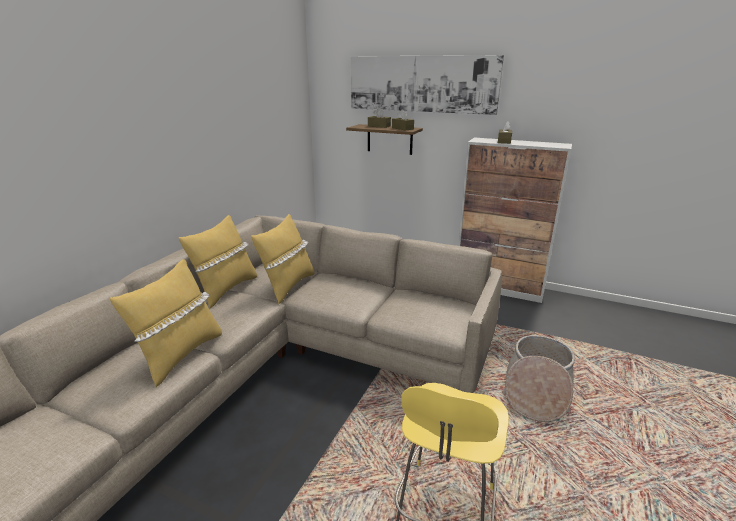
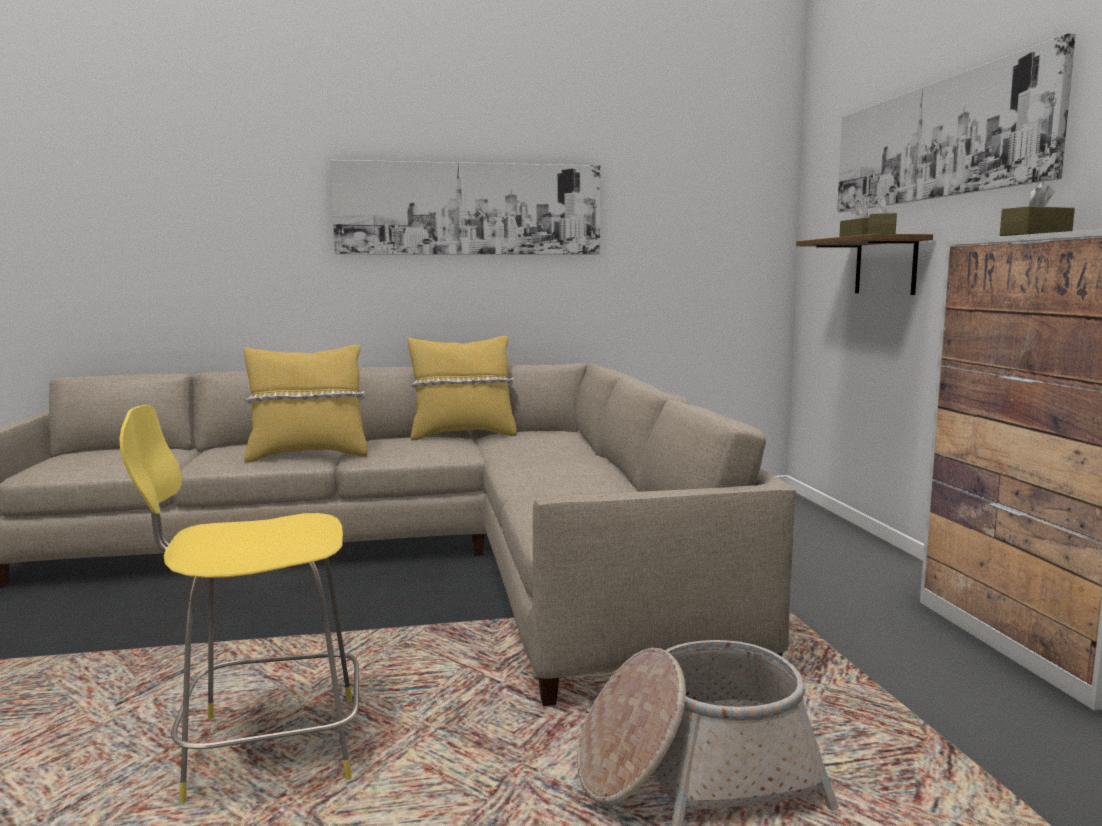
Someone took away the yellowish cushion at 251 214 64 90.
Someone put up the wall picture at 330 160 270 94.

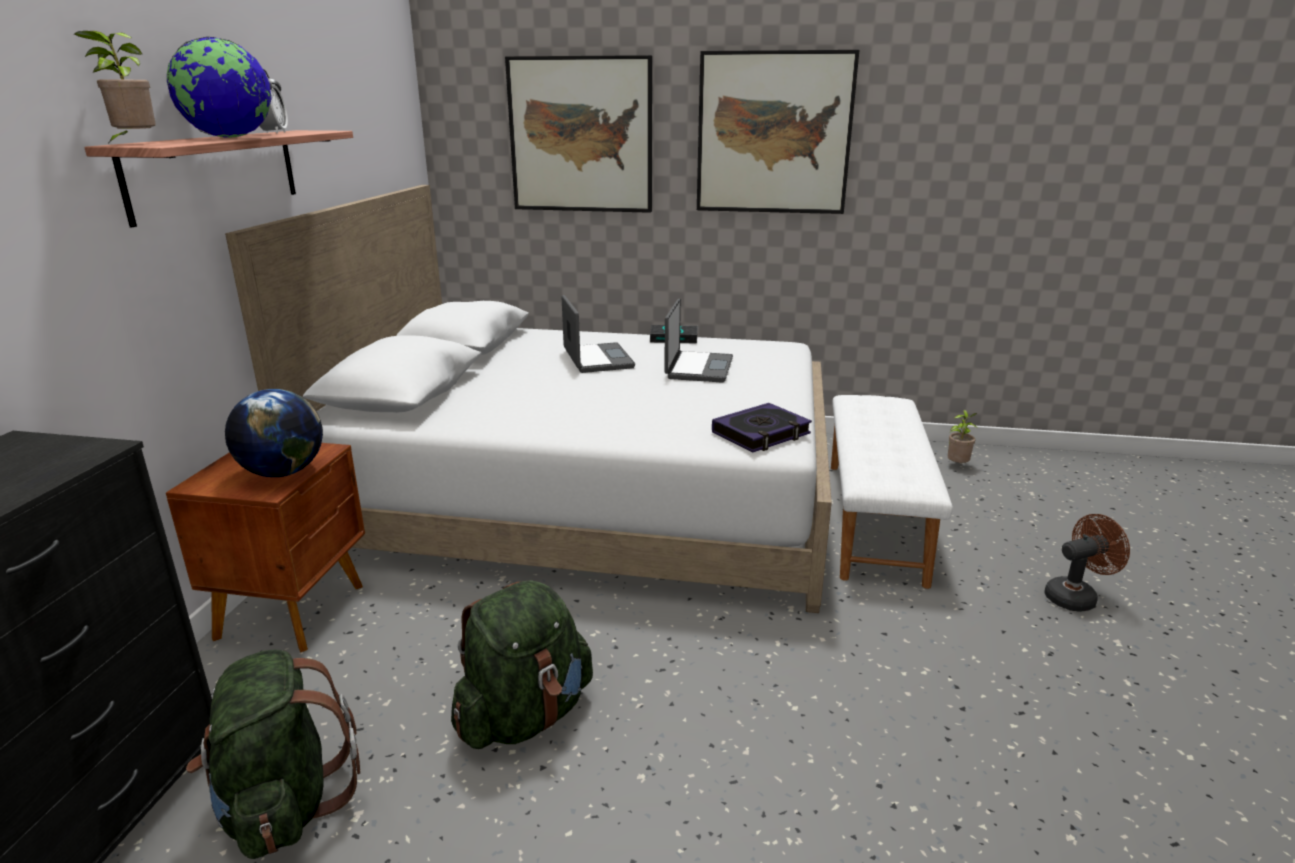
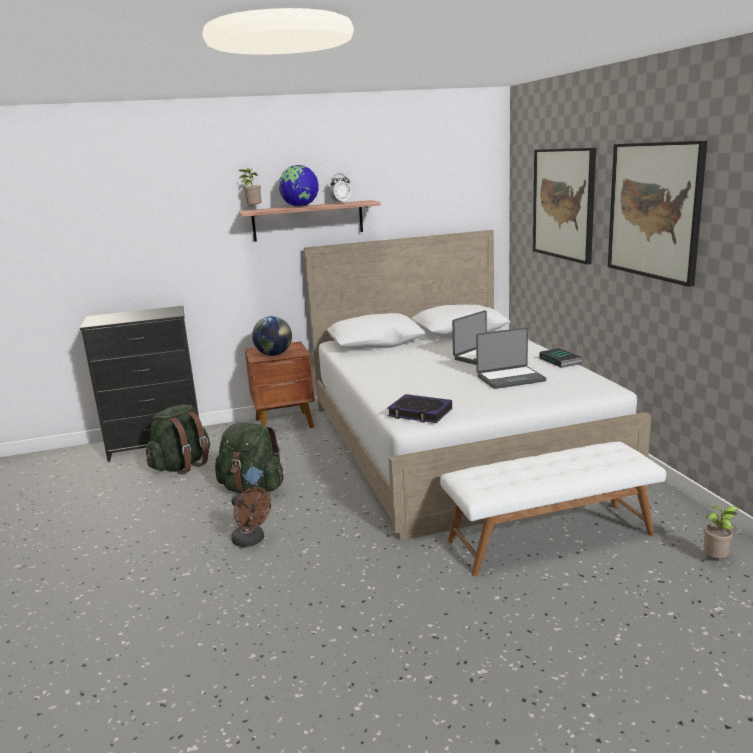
Someone carried the brown-coloured fan from 1044 514 86 98 to 231 487 40 60.

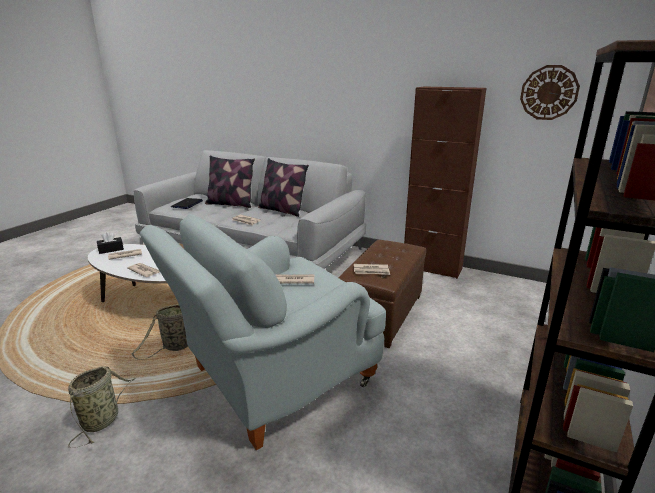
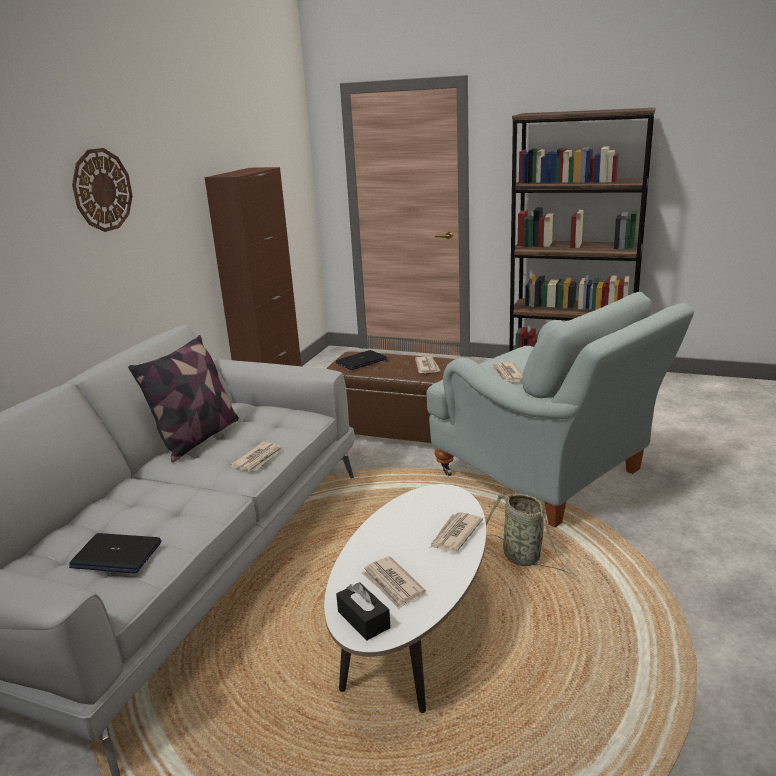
Someone took away the basket at 68 366 68 82.
Someone took away the cushion at 205 155 50 53.
Someone carried the clock on the wall from 520 65 60 55 to 72 148 61 84.
Someone put down the notebook computer at 336 350 51 20.

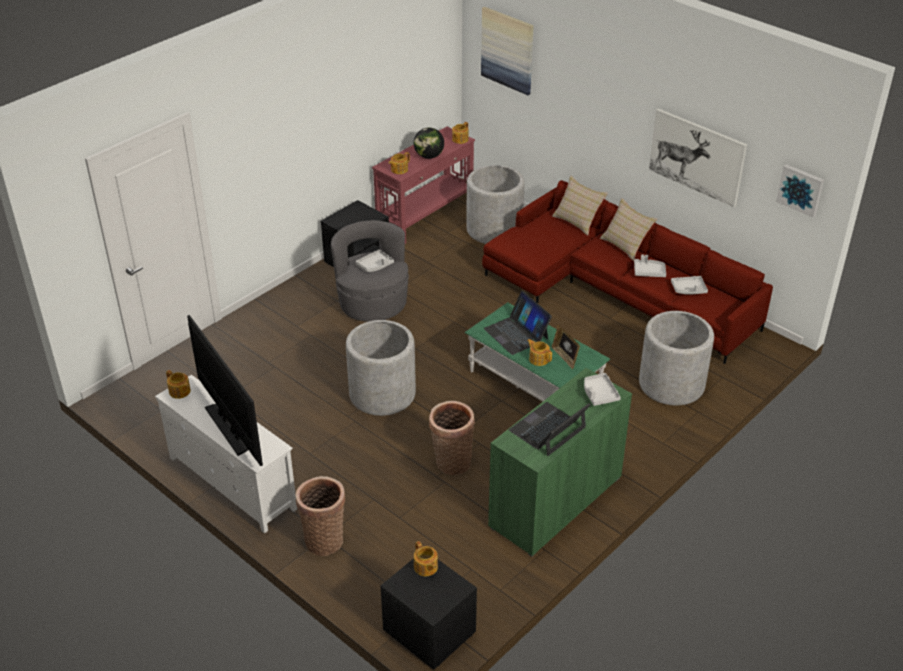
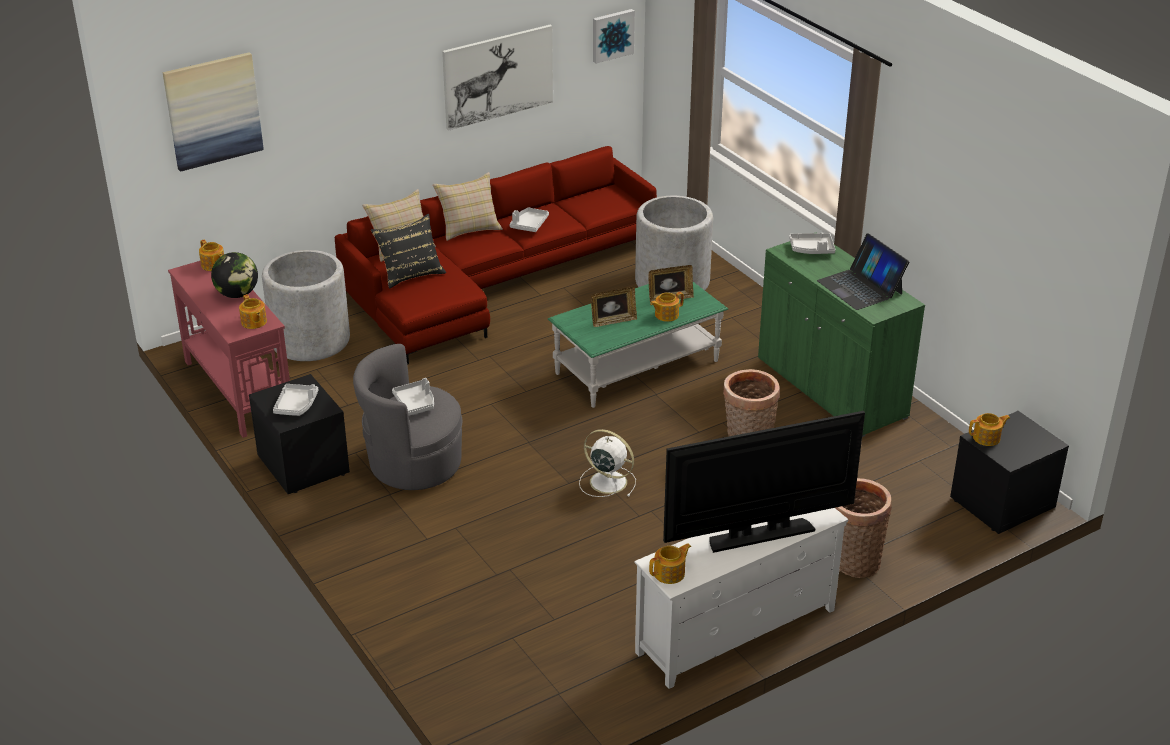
Someone swapped the greyish flower pot at 346 320 70 96 for the white-coloured fan at 579 429 57 68.
Someone swapped the notebook computer at 484 291 68 64 for the standing frame at 591 287 46 40.
Someone carried the greyish carrying tray from 671 276 37 19 to 273 384 46 32.
Someone put down the black-coloured cushion at 371 214 75 75.

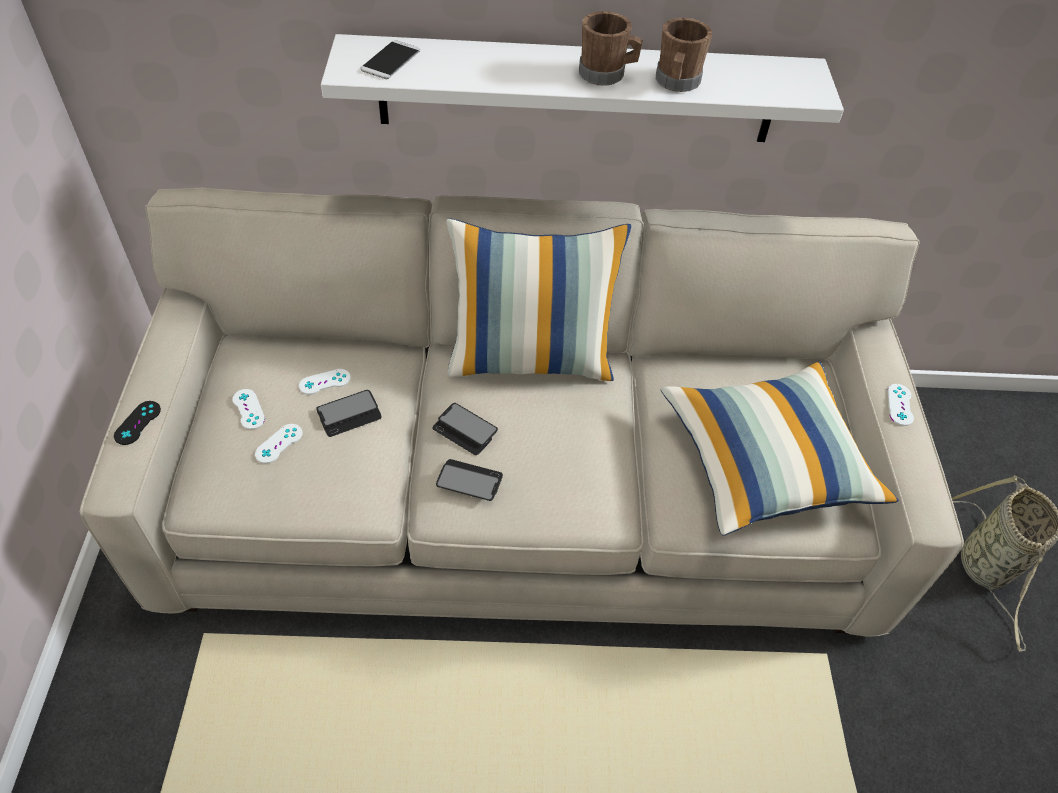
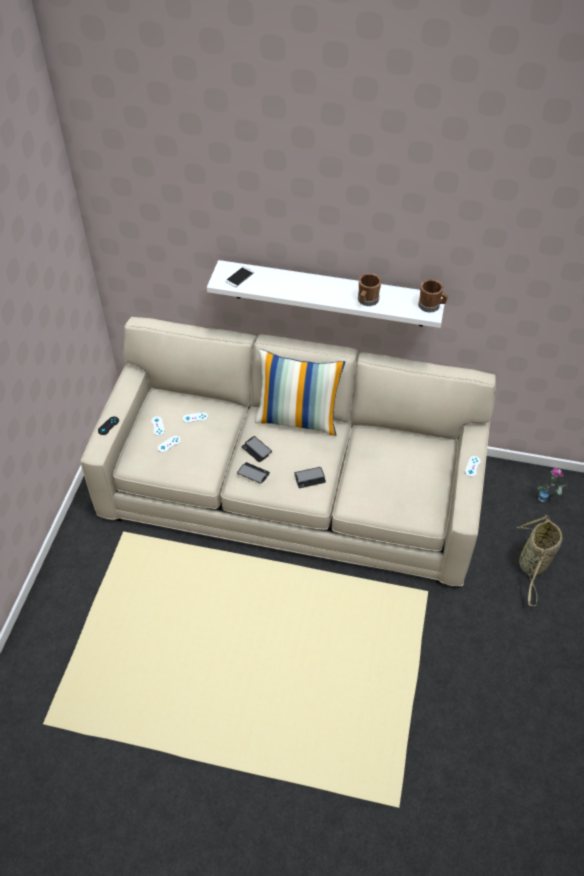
Someone carried the phone from 316 390 66 47 to 294 467 32 21.
Someone carried the brown-coloured coffee mug from 579 11 64 75 to 418 279 30 34.
Someone took away the cushion at 660 362 239 173.
Someone put down the decorative vase at 537 467 30 35.

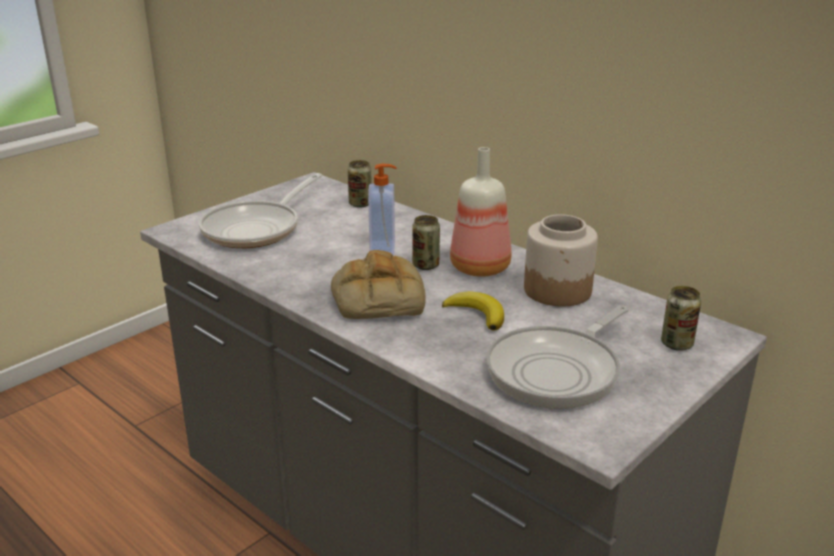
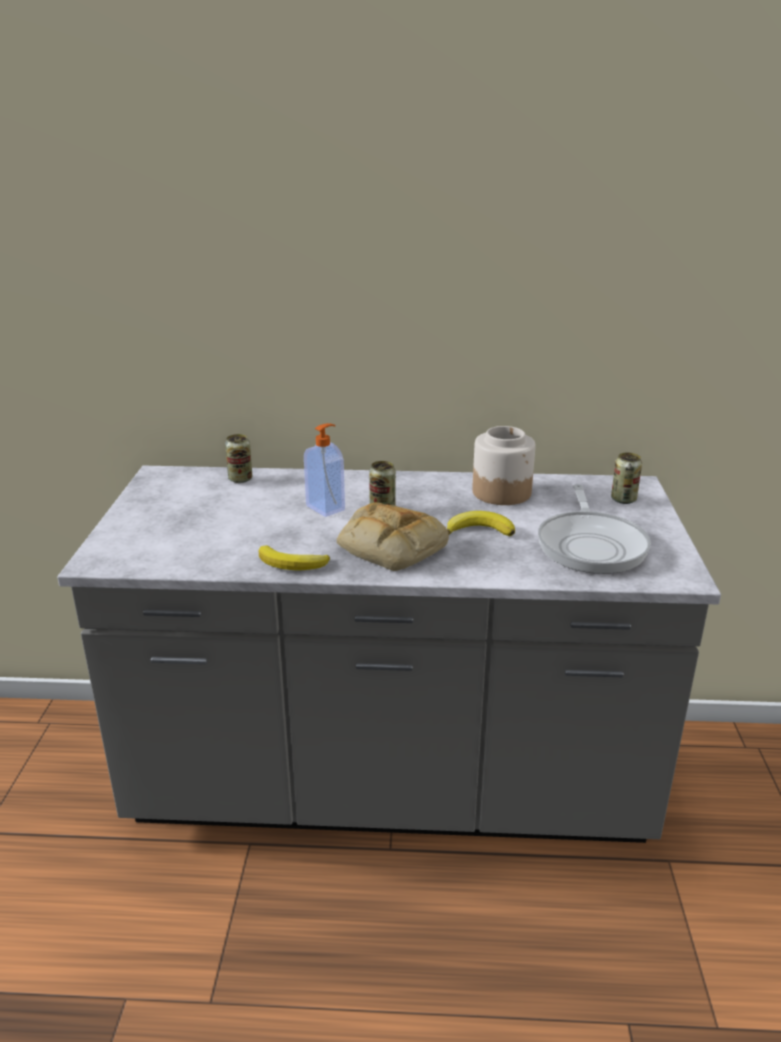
Someone took away the frying pan at 199 173 124 75.
Someone took away the bottle at 450 147 61 130.
Someone put down the banana fruit at 259 545 71 25.

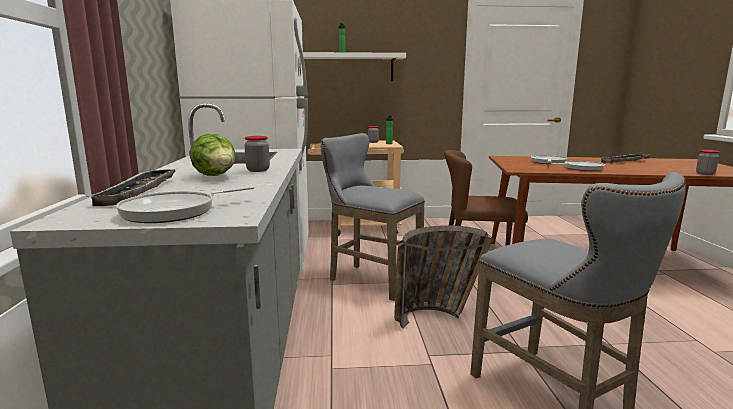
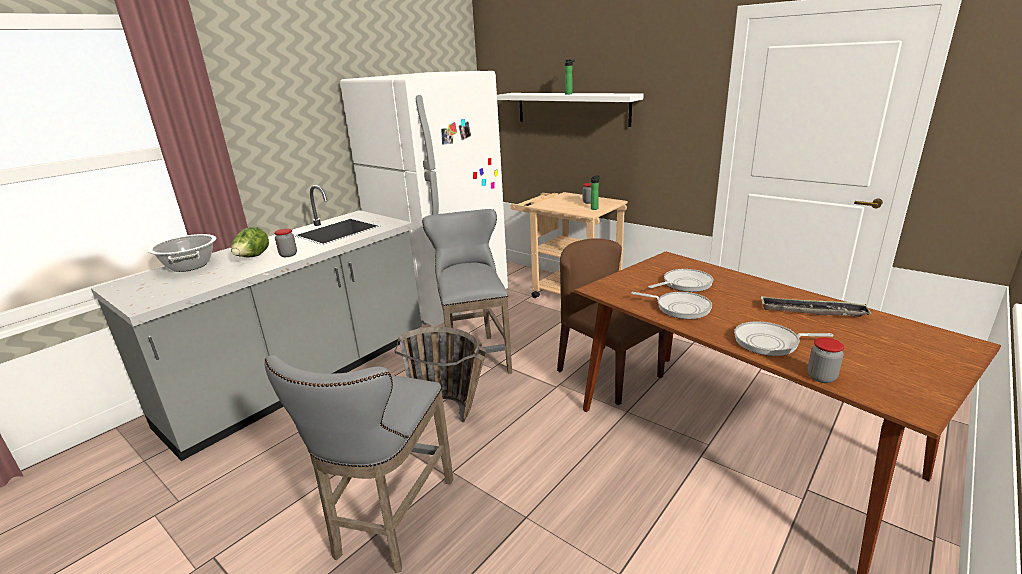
Someone swapped the carrying tray at 87 169 88 37 for the saucepot at 148 234 68 38.
Someone carried the frying pan from 116 186 139 37 to 734 321 100 35.

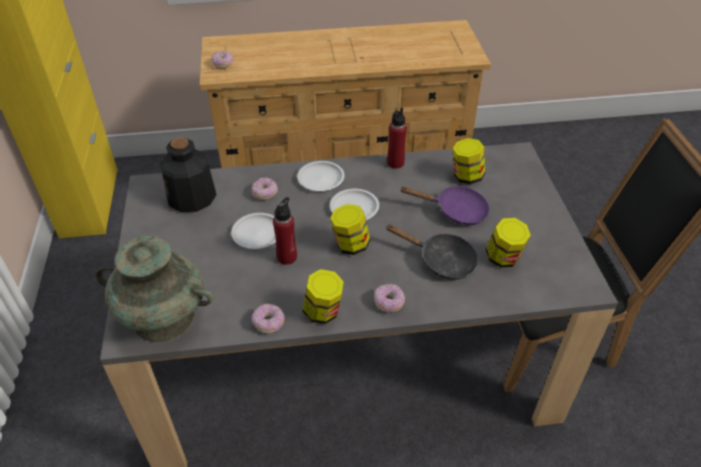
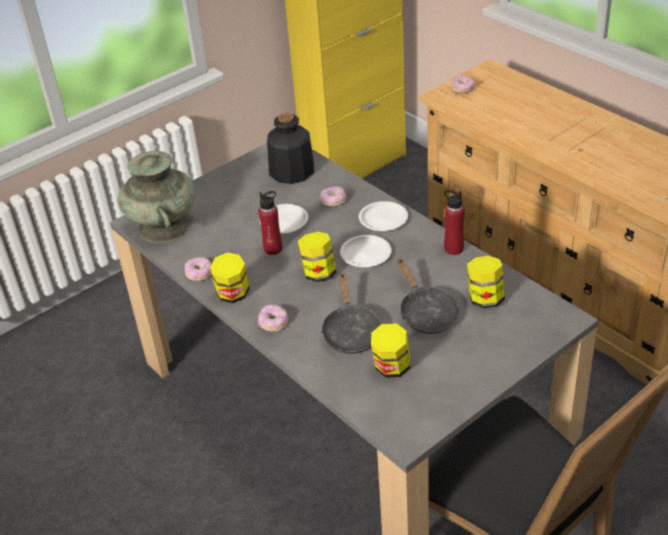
Someone repainted the purple frying pan at 400 186 90 39, which became the black-coloured frying pan at 398 258 61 76.

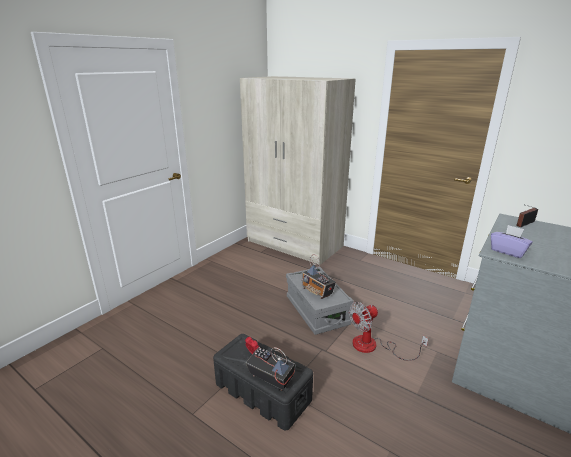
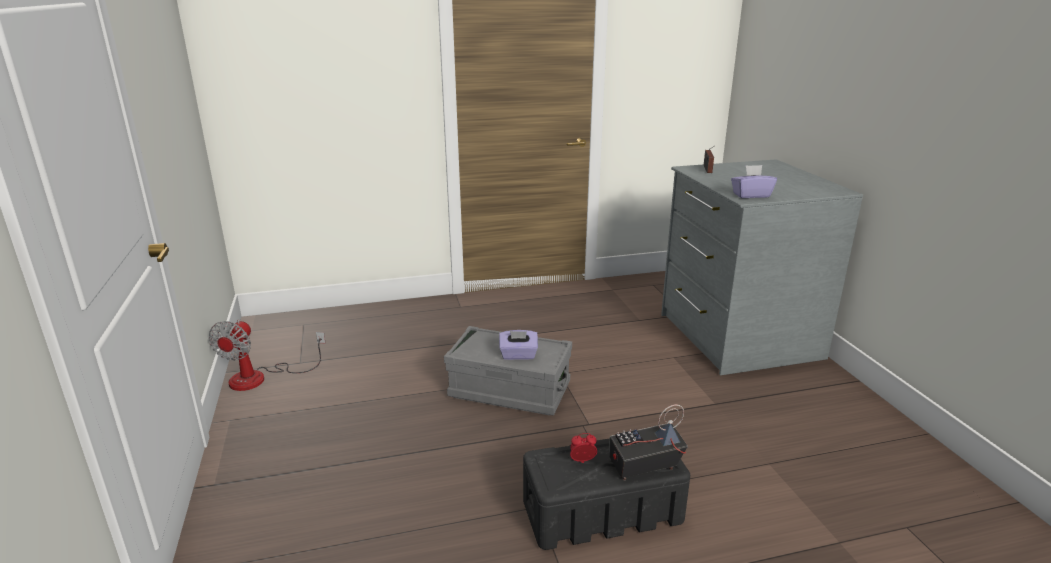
Someone took away the sand-coloured clothes cupboard at 240 76 116 189.
Someone swapped the radio at 302 254 34 45 for the purple tissue holder at 499 330 39 30.
Someone carried the fan from 349 302 79 59 to 208 320 117 71.

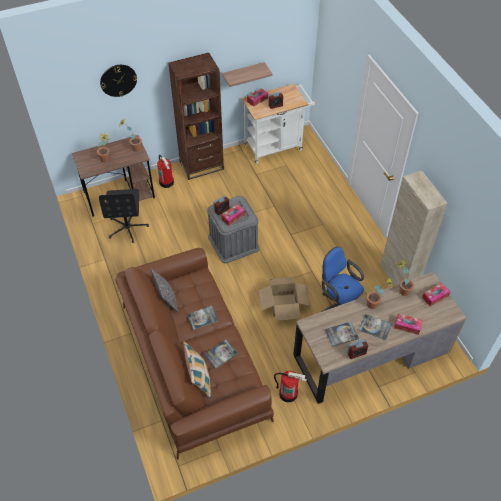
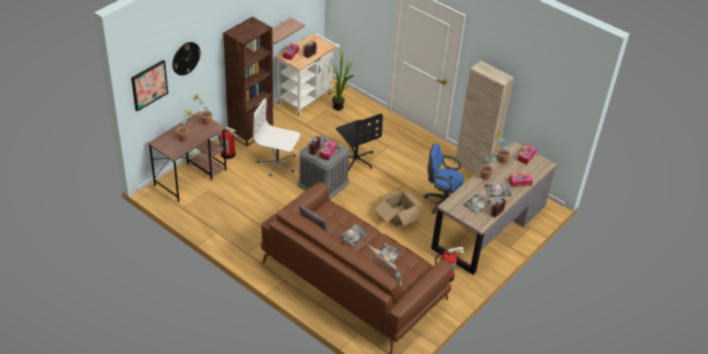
Someone carried the black-coloured computer chair from 99 189 50 54 to 336 113 47 58.
Someone put up the wall picture at 131 60 37 51.
Someone put down the white-coloured computer chair at 253 98 47 78.
Someone put down the houseplant at 325 49 29 62.

